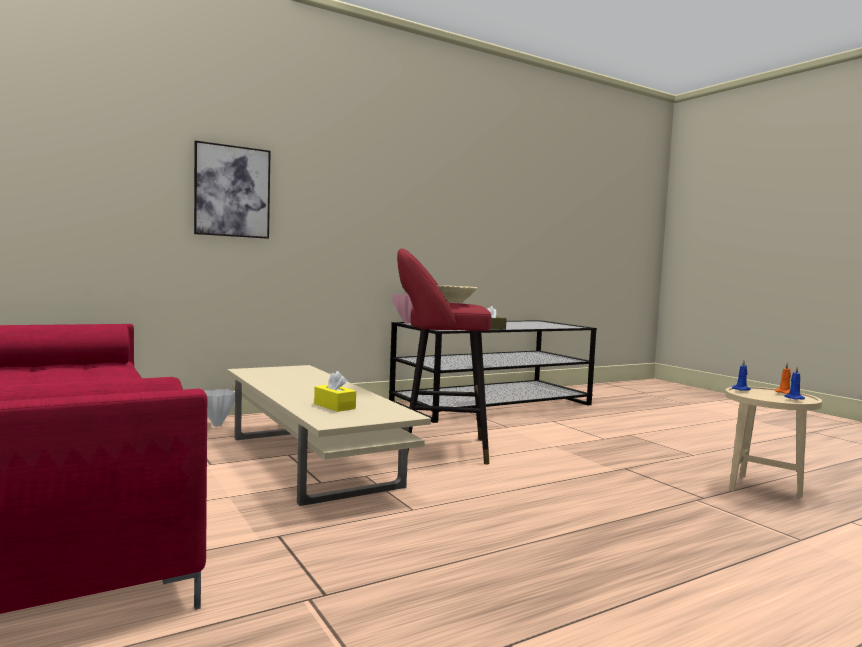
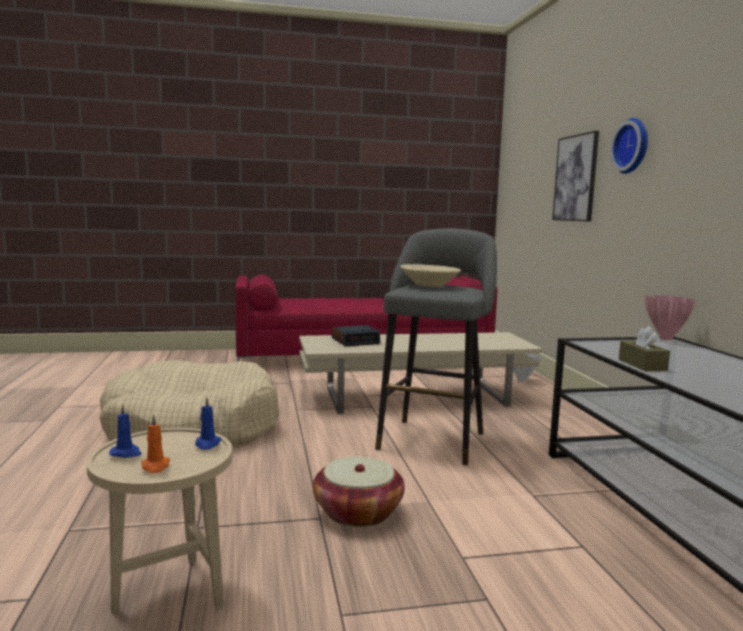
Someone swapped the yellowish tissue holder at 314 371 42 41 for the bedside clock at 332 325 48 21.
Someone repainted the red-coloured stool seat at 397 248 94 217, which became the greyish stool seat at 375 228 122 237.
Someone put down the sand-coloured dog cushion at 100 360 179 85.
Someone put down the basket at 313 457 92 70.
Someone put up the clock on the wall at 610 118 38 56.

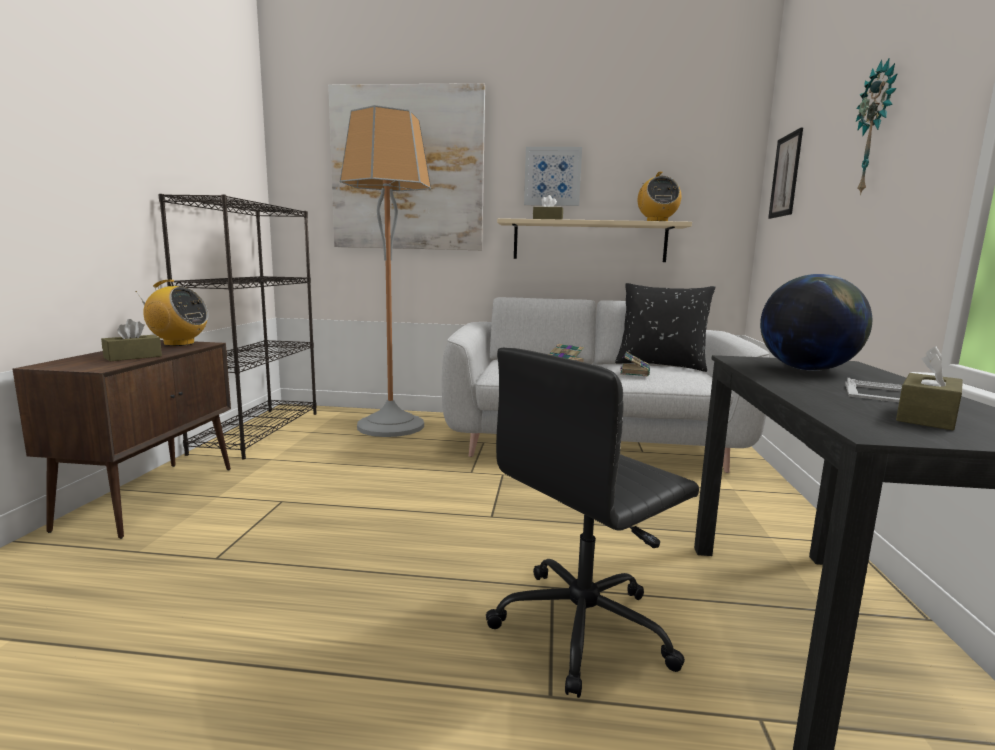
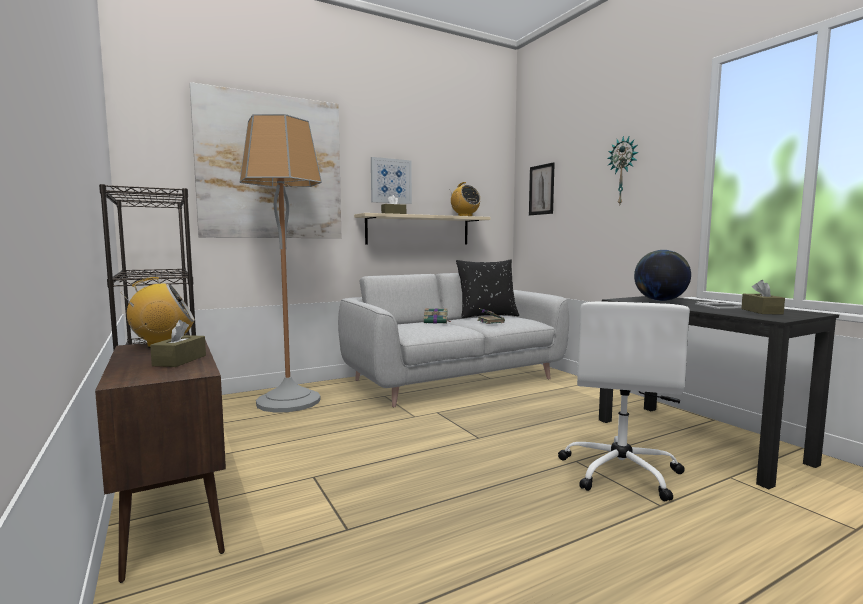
Someone repainted the black-coloured computer chair at 486 348 213 350, which became the white-coloured computer chair at 558 301 132 201.

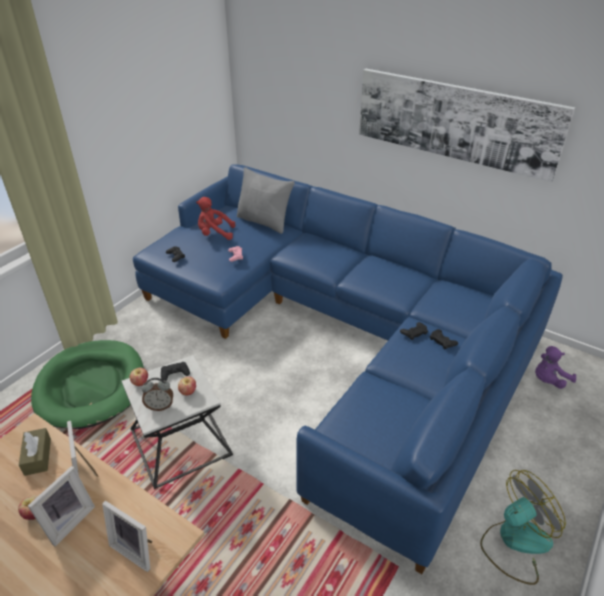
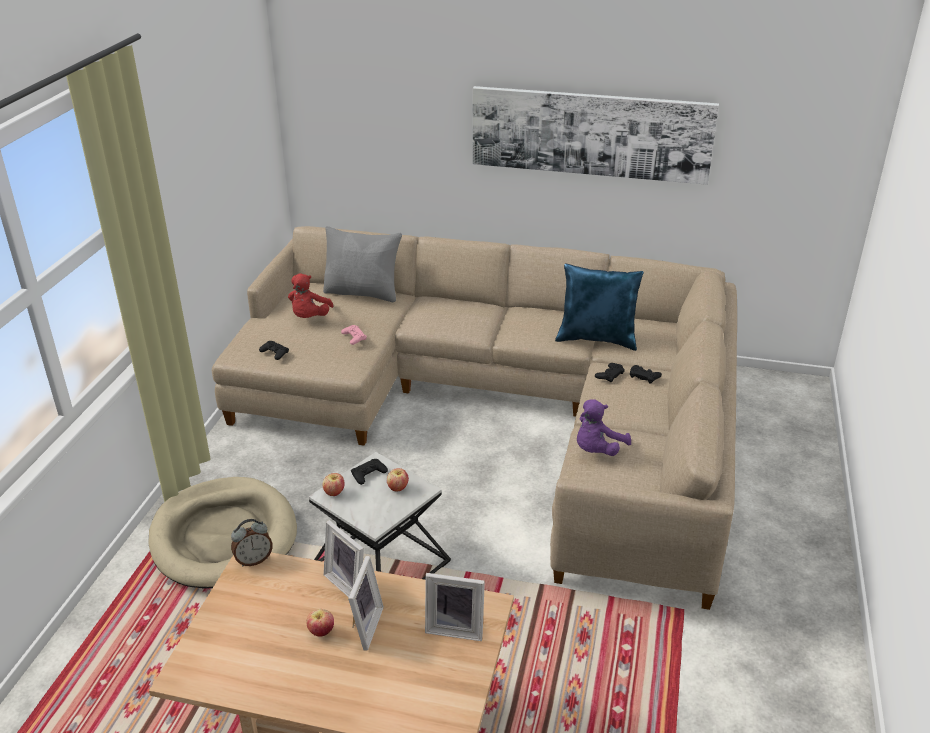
Someone took away the brown-coloured tissue holder at 19 428 32 48.
Someone repainted the greenish dog cushion at 31 340 113 89, which became the sand-coloured dog cushion at 148 477 149 112.
Someone repainted the blue settee at 133 164 430 410, which became the sand-coloured settee at 212 226 525 384.
Someone carried the bedside clock from 142 378 31 33 to 231 519 42 48.
Someone rotated the red-coloured cuddly toy at 196 197 39 43 by 60 degrees counterclockwise.
Someone took away the fan at 480 470 86 115.
Someone carried the purple cuddly toy from 535 346 41 43 to 577 399 54 57.
Someone put down the blue cushion at 555 264 89 87.

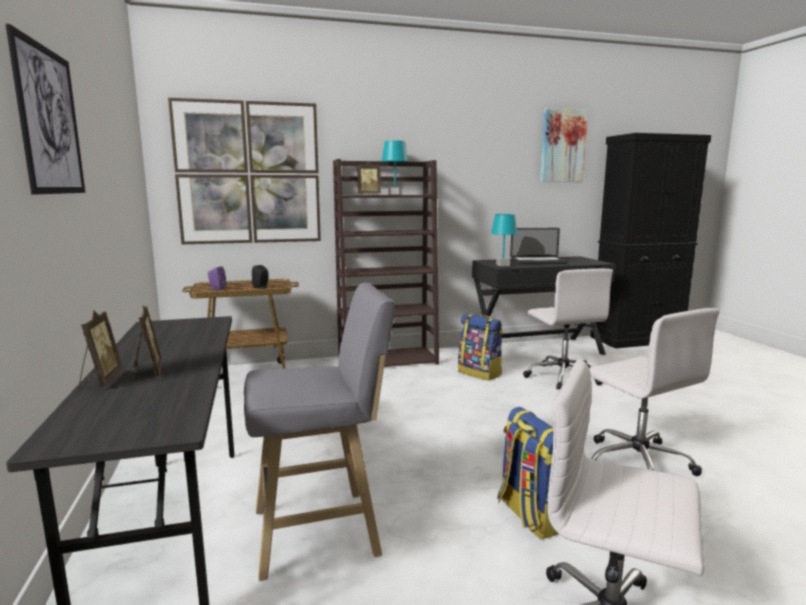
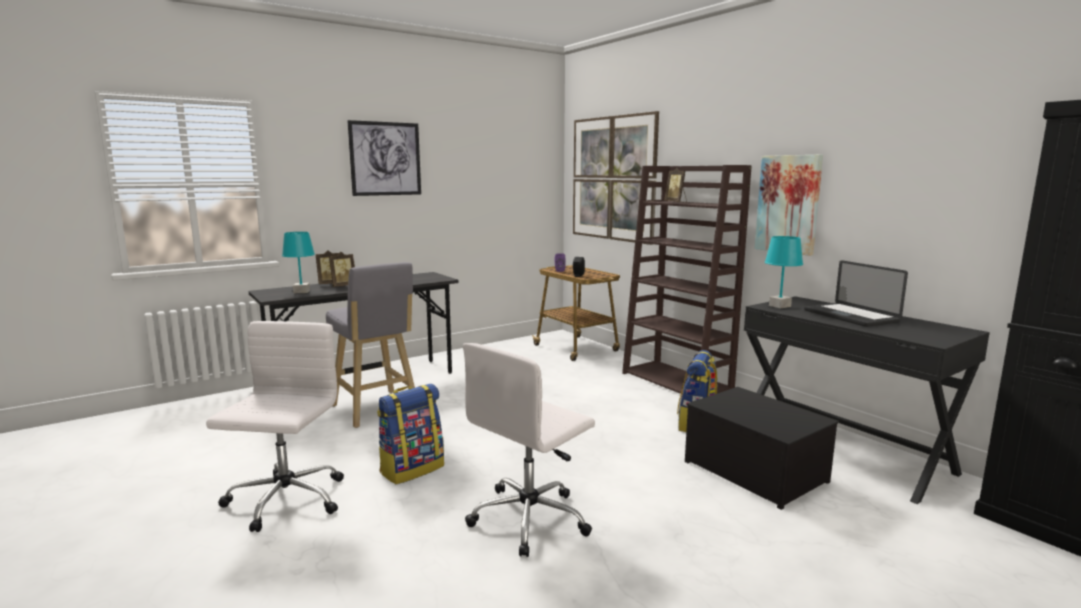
Someone carried the blue-green tabletop lamp from 382 140 26 55 to 282 232 33 61.
Someone swapped the white-coloured computer chair at 523 268 90 122 for the storage bin at 685 387 154 123.
Someone carried the wall picture from 540 108 48 74 to 755 155 68 101.

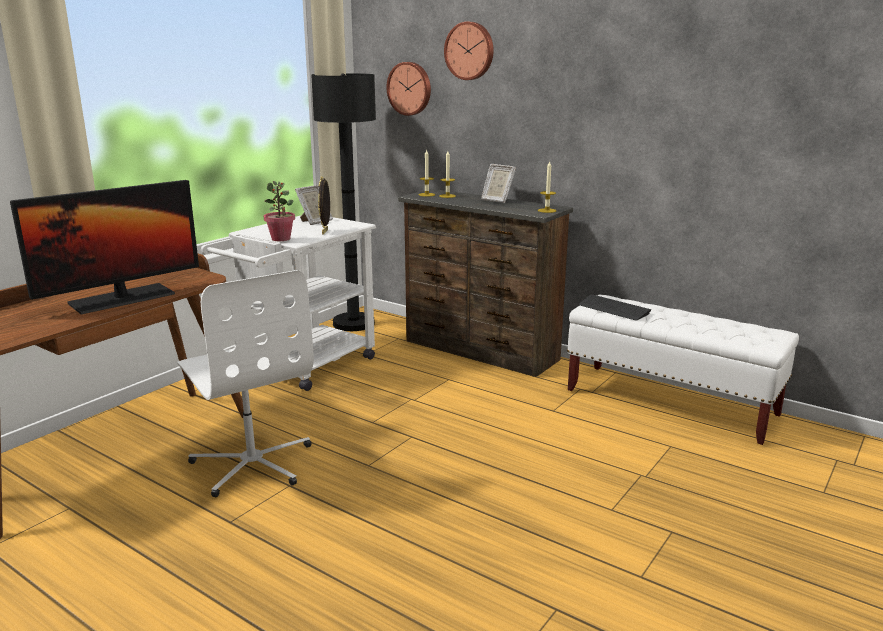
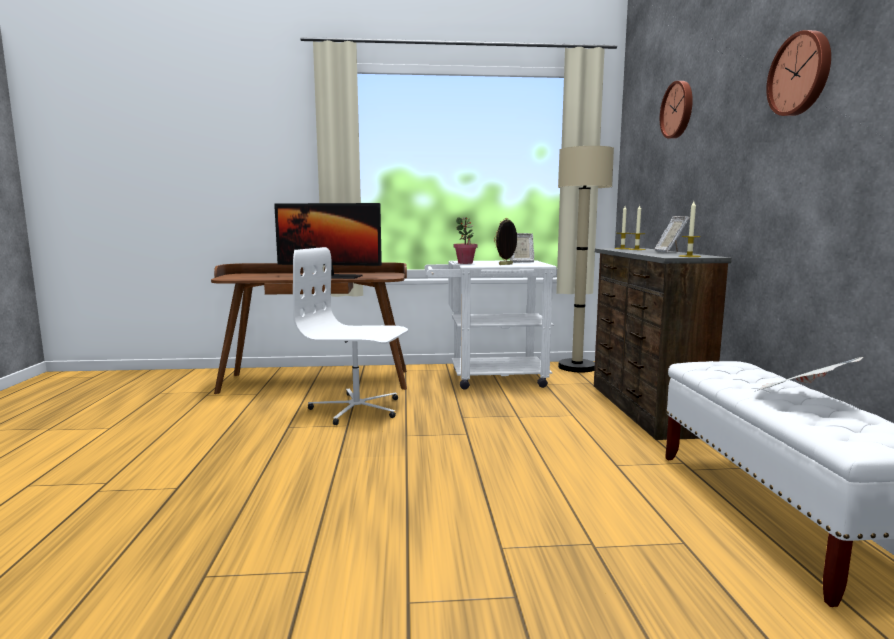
Someone rotated the white-coloured computer chair at 177 270 137 227 by 90 degrees clockwise.
Someone repainted the black-coloured standing lamp at 311 73 65 258, which became the sand-coloured standing lamp at 558 146 56 226.
Someone carried the clock on the wall from 386 62 45 54 to 766 30 65 86.
Someone took away the PC keyboard at 579 294 72 27.
Someone put down the printed paper at 757 357 107 34.

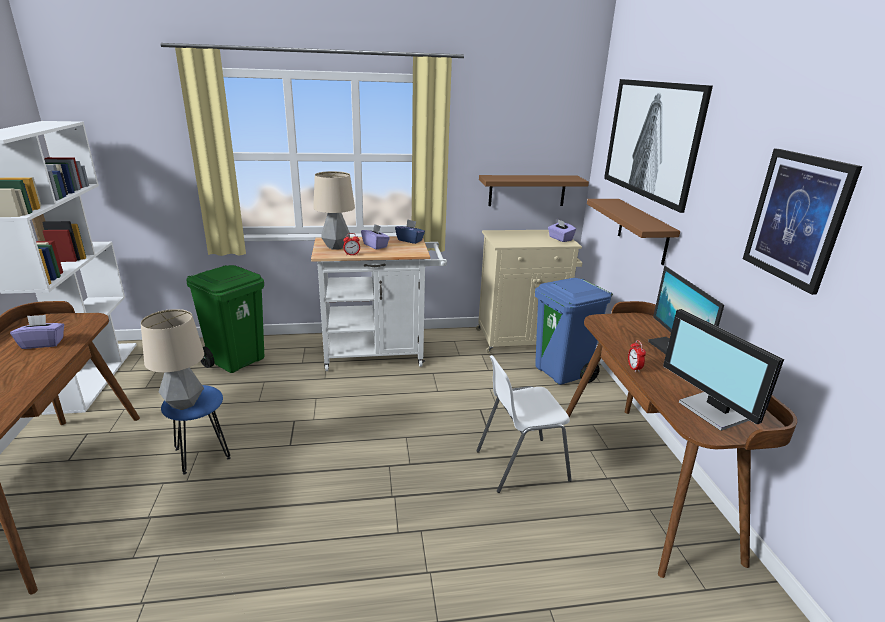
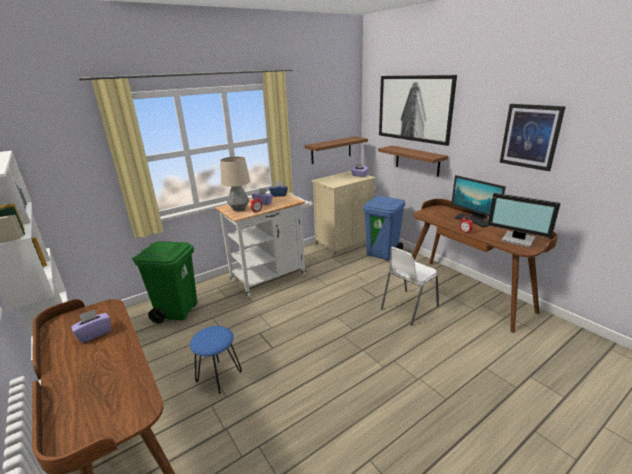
Someone took away the tabletop lamp at 141 309 63 101.

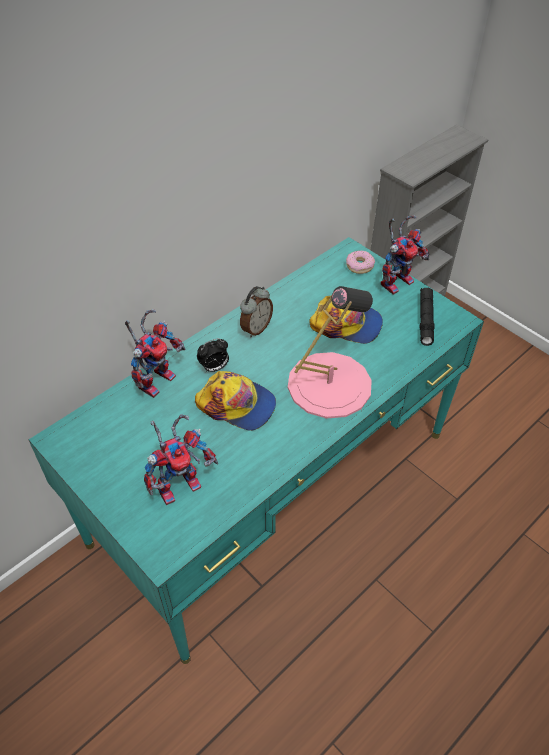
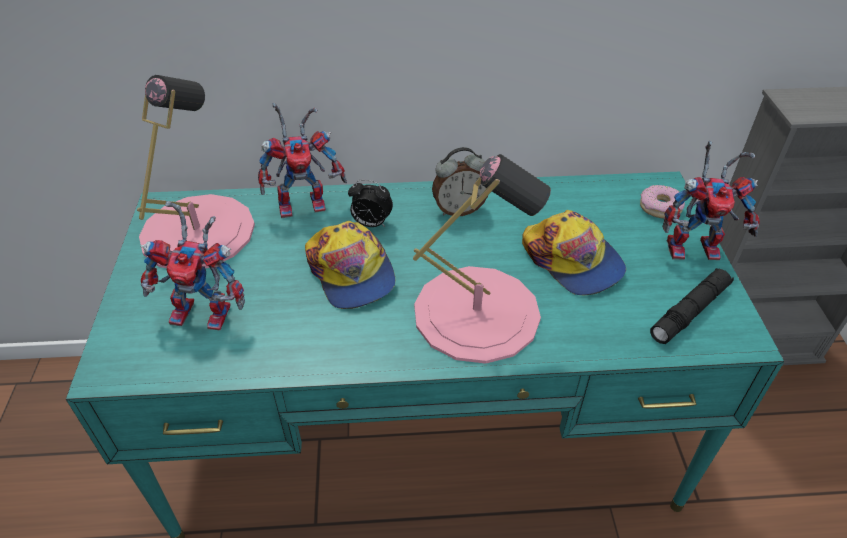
Someone put down the pinkish tabletop lamp at 137 75 118 193.

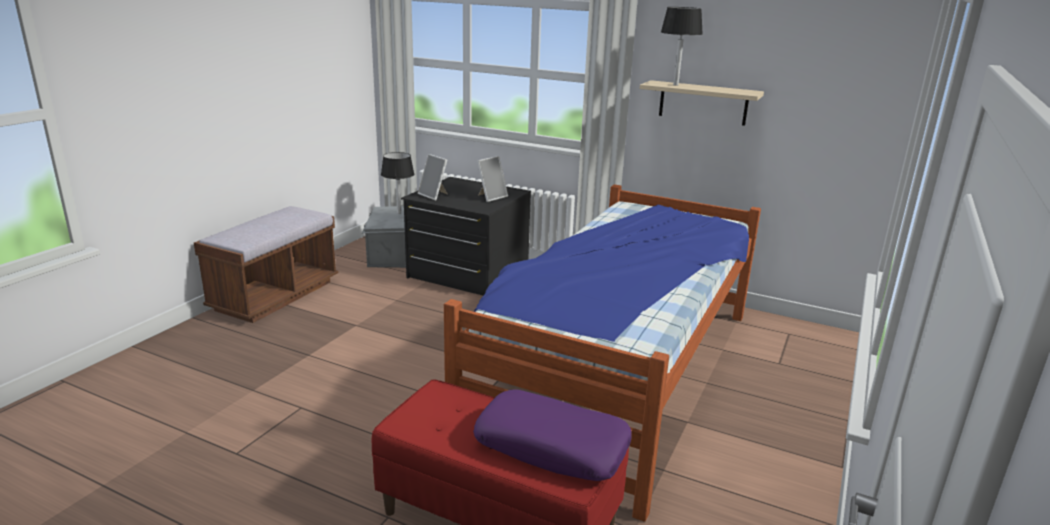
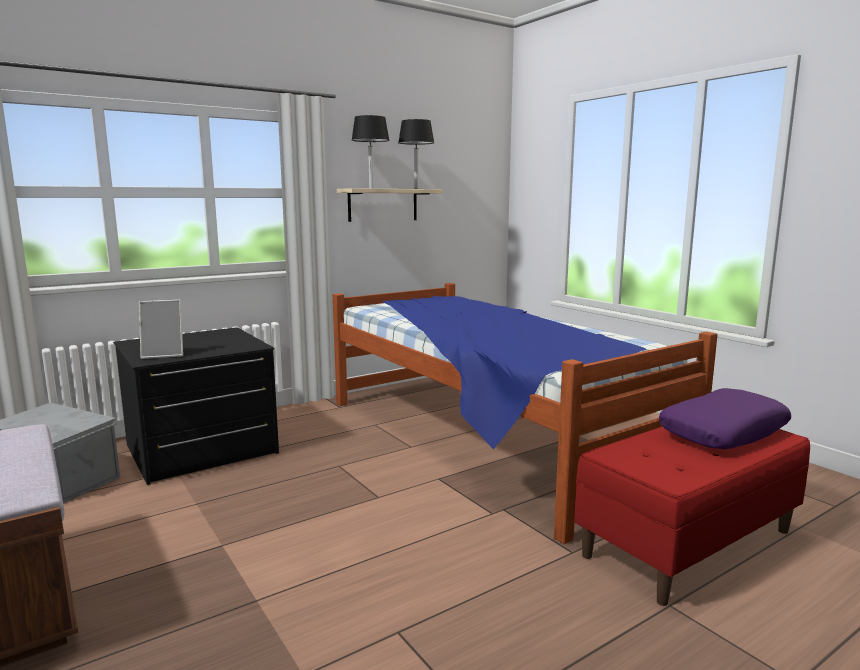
Someone carried the black-coloured tabletop lamp from 381 152 34 62 to 398 119 36 70.
Someone took away the standing frame at 477 156 31 46.

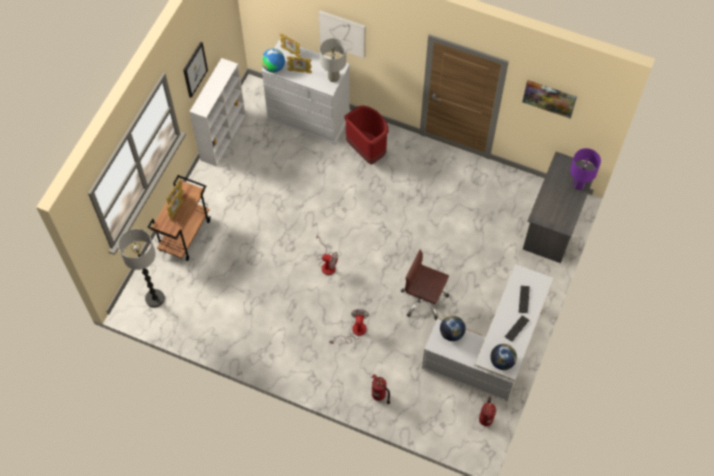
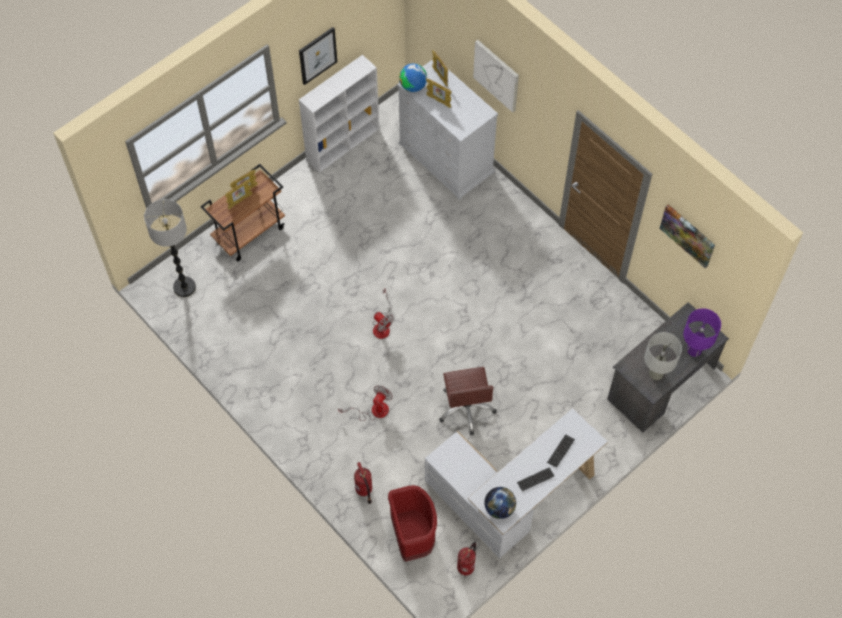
Someone carried the greyish tabletop lamp from 320 38 26 44 to 644 332 38 48.
Someone carried the red-coloured rubbish bin from 344 106 45 59 to 388 485 49 77.
Someone rotated the brown-coloured computer chair at 401 250 48 70 by 150 degrees counterclockwise.
Someone took away the desk globe at 440 316 26 25.

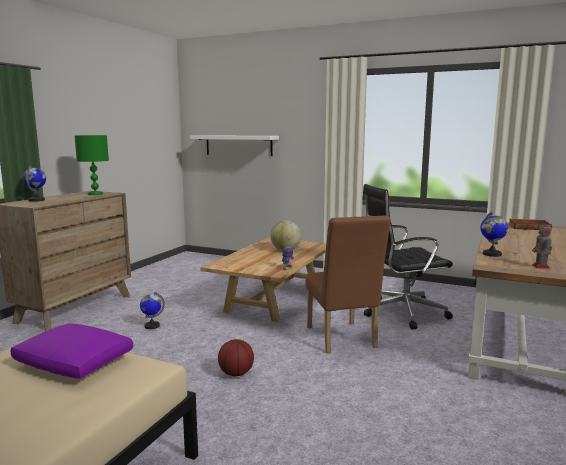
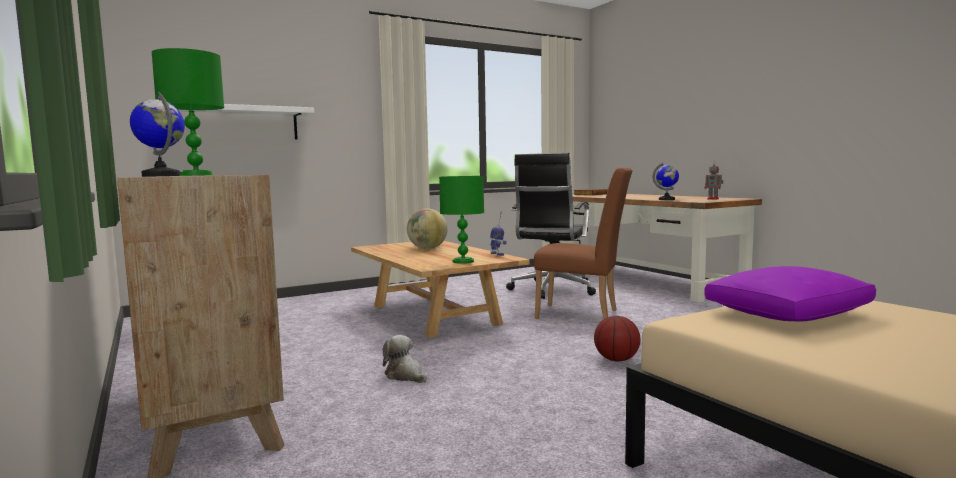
Someone swapped the desk globe at 140 292 25 37 for the cuddly toy at 383 335 44 48.
Someone put down the greenish tabletop lamp at 439 176 45 88.

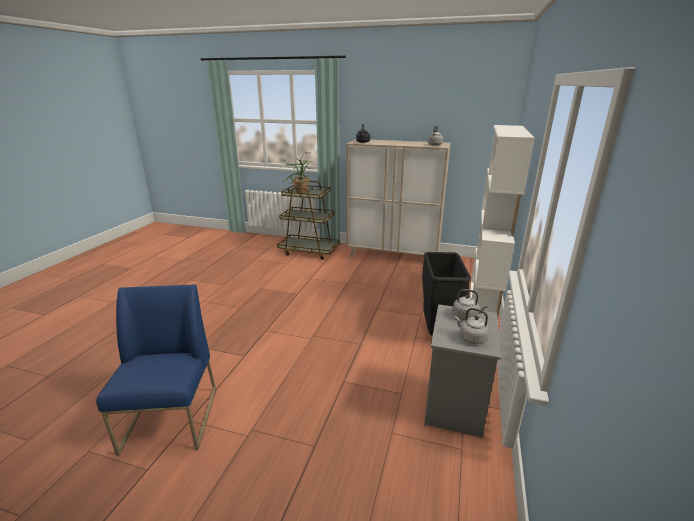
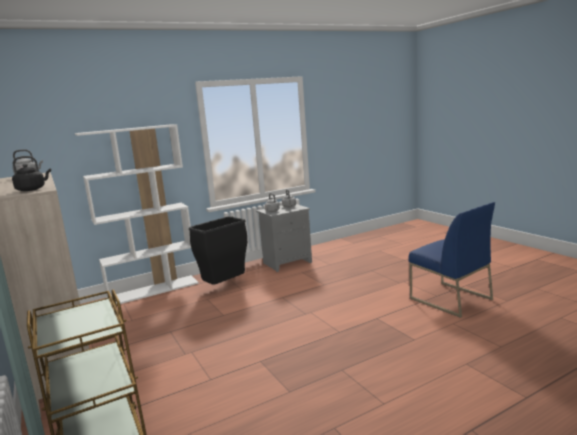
Someone rotated the blue chair at 96 284 120 172 by 75 degrees counterclockwise.
Someone took away the houseplant at 280 152 33 41.

